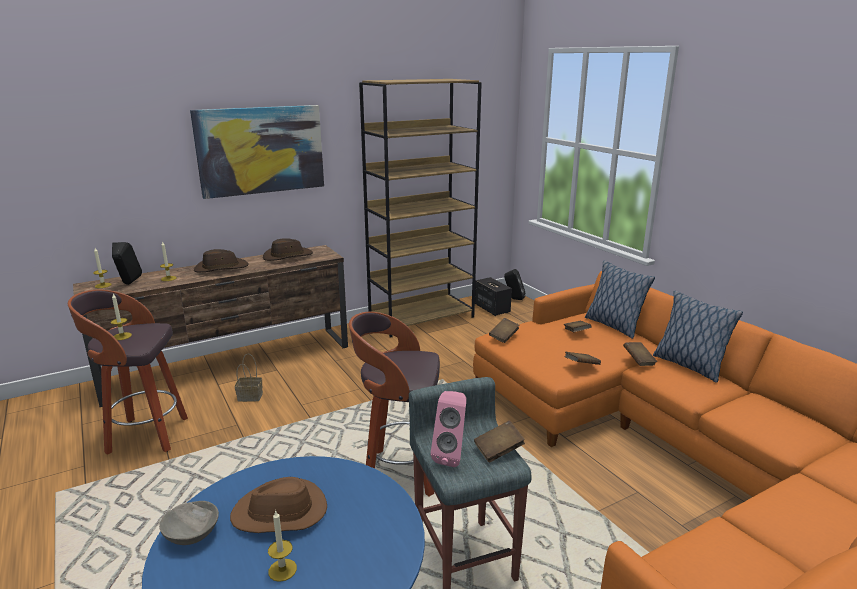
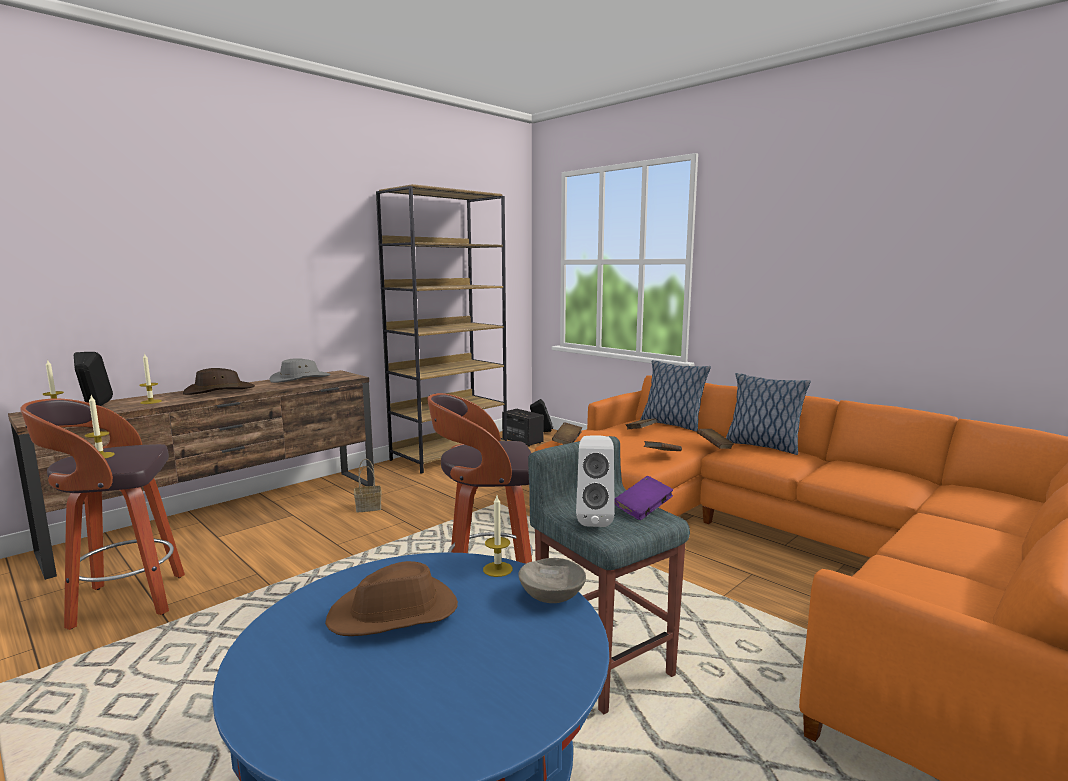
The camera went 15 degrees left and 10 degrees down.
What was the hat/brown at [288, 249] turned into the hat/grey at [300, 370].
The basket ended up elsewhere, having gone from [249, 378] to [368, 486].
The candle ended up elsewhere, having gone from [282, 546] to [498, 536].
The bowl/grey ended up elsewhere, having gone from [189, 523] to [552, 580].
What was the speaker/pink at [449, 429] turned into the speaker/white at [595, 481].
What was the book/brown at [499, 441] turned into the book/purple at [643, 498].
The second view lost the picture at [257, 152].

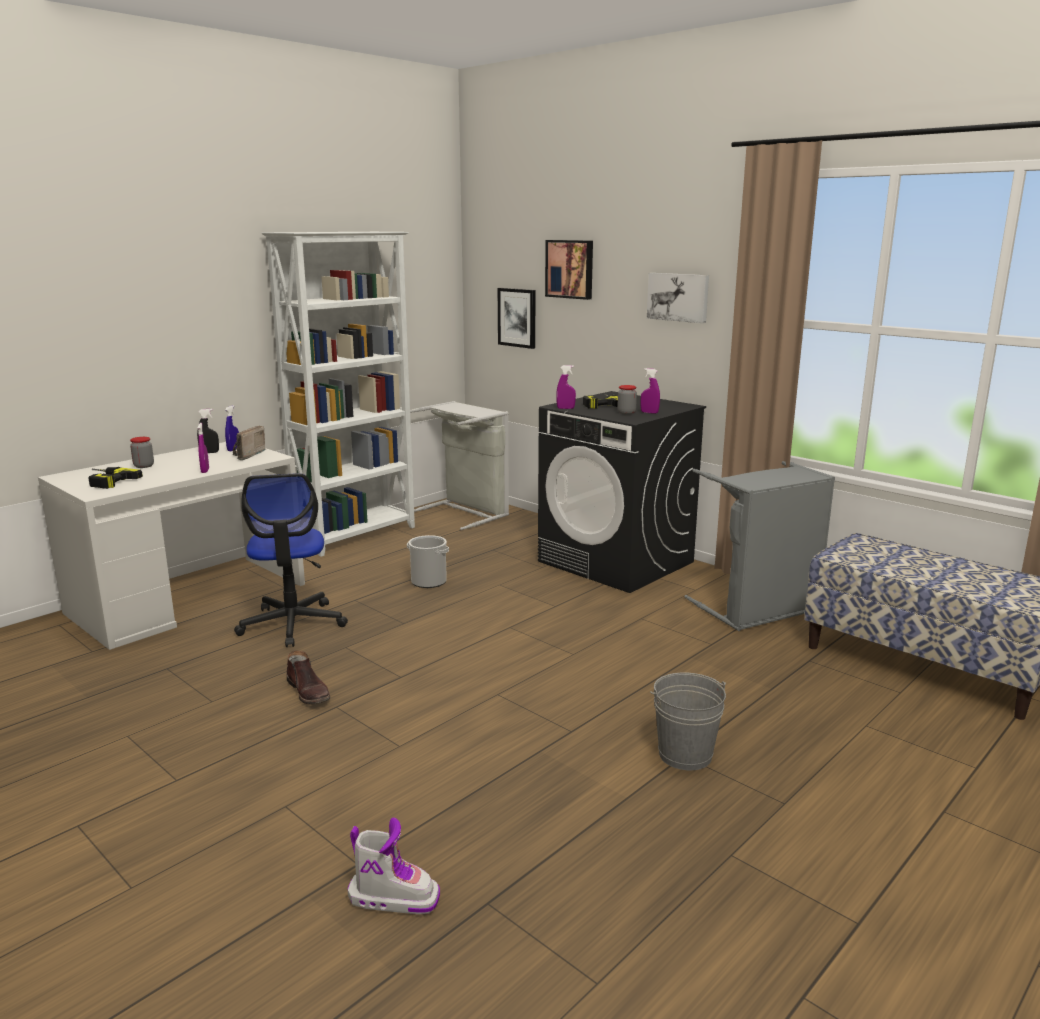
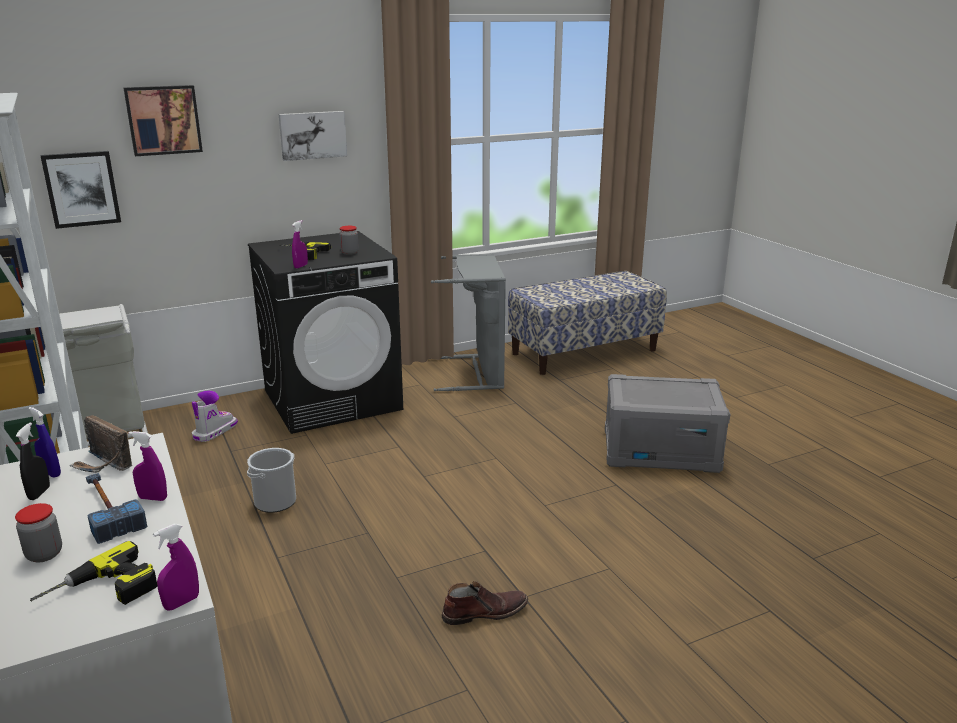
The camera went 70 degrees left and 5 degrees up.
The second view gained the hammer at [116, 508].
The spray bottle/purple ended up elsewhere, having gone from [650, 391] to [176, 567].
The boot ended up elsewhere, having gone from [394, 865] to [215, 416].
Where the bucket/grey stood at [688, 721], the storage box/grey came to stand at [667, 423].
The second view lost the office chair at [291, 560].

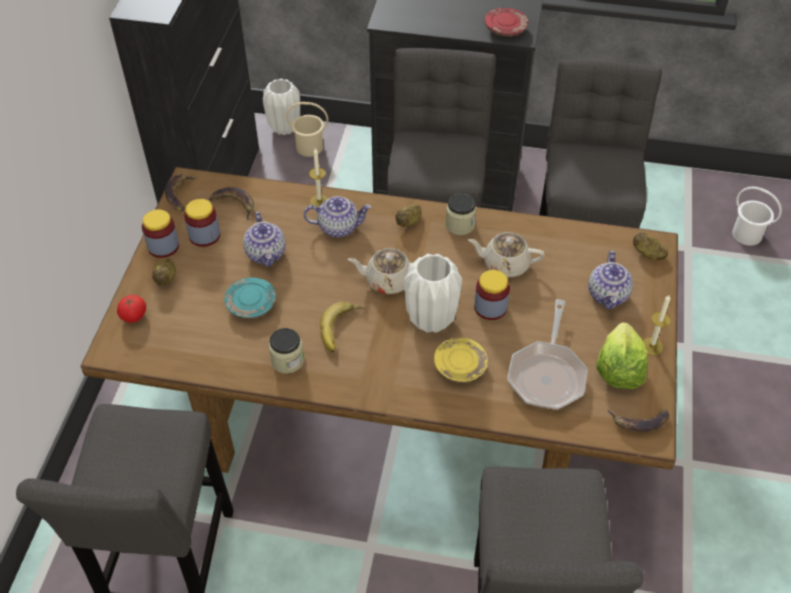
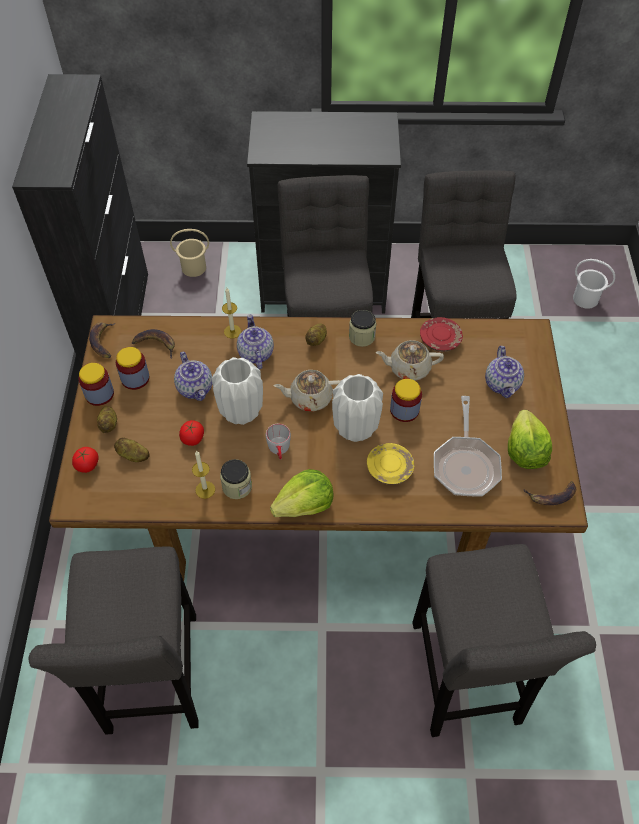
The camera went 10 degrees left and 5 degrees up.
The potato ended up elsewhere, having gone from [650, 246] to [132, 450].
Where the plate/turquoise stood at [250, 298], the tomato came to stand at [191, 433].
The candle ended up elsewhere, having gone from [657, 324] to [203, 475].
The vase/white ended up elsewhere, having gone from [281, 107] to [237, 391].
The teapot at [337, 217] ended up facing another way, 90 degrees counterclockwise from before.
Where the banana stood at [342, 327], the mug/grey came to stand at [278, 442].
The second view gained the lettuce at [301, 493].
The plate/red ended up elsewhere, having gone from [506, 22] to [441, 334].

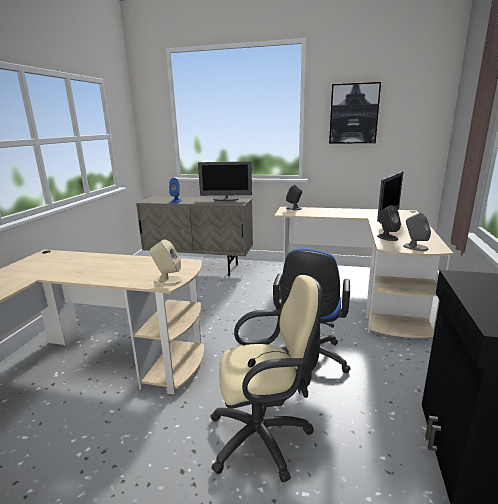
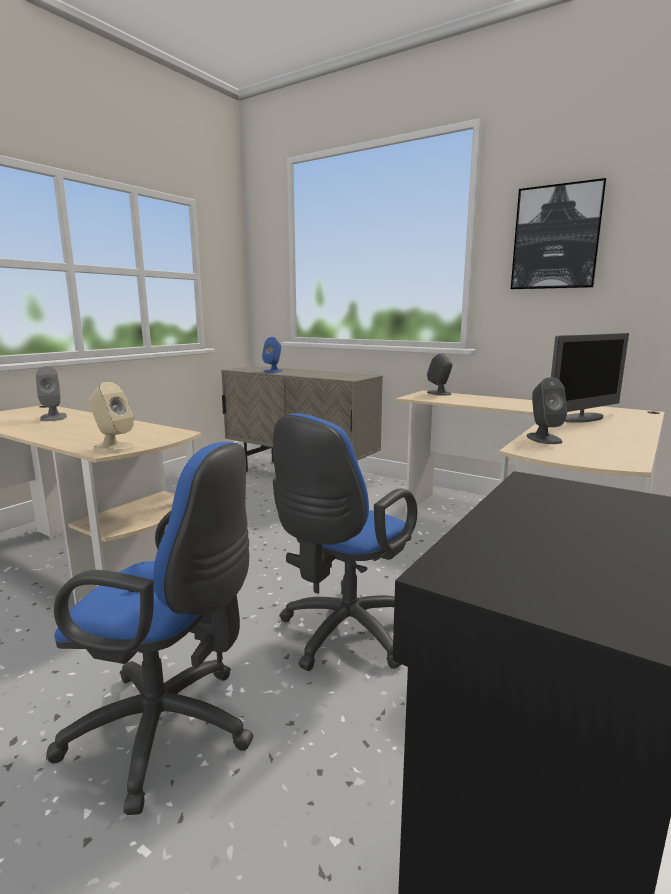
The camera went 20 degrees right and 5 degrees down.
The speaker/grey ended up elsewhere, having gone from [417, 232] to [51, 393].
What was the office chair/beige at [266, 378] turned into the office chair/blue at [150, 628].
The second view lost the monitor at [225, 181].

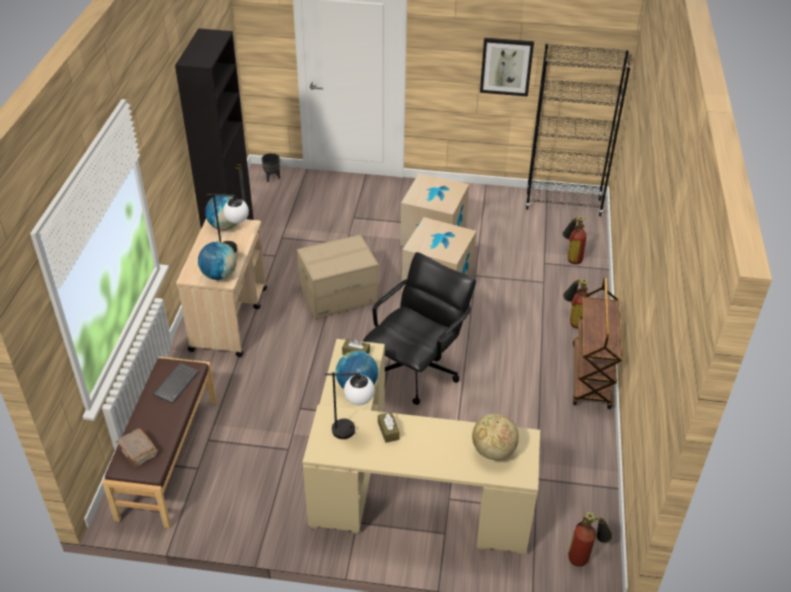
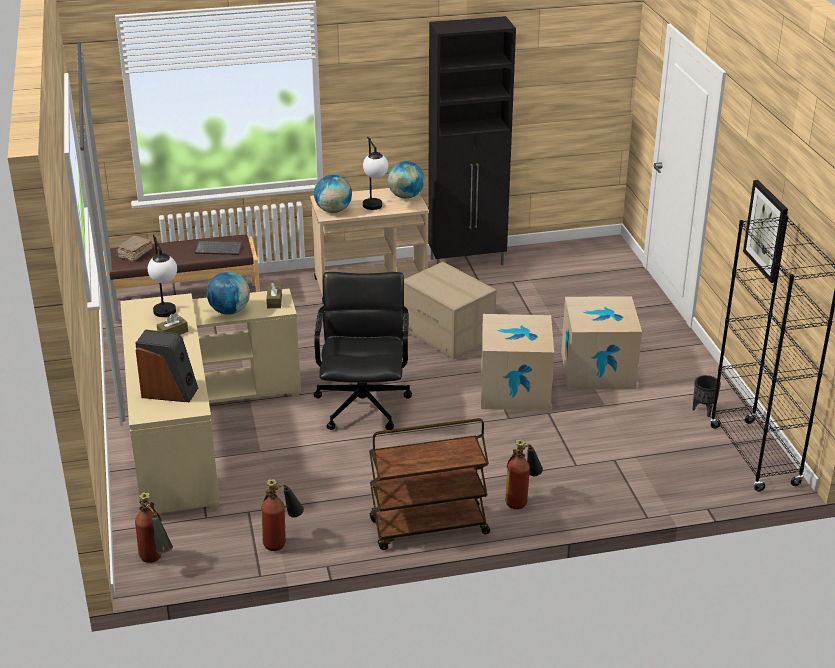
The camera went 70 degrees right and 10 degrees down.
Where the globe stood at [495, 436], the speaker came to stand at [166, 366].
The fire extinguisher ended up elsewhere, having gone from [574, 240] to [282, 515].
The office chair/black at [419, 328] ended up facing another way, 105 degrees counterclockwise from before.
The planter/black ended up elsewhere, having gone from [271, 167] to [707, 396].

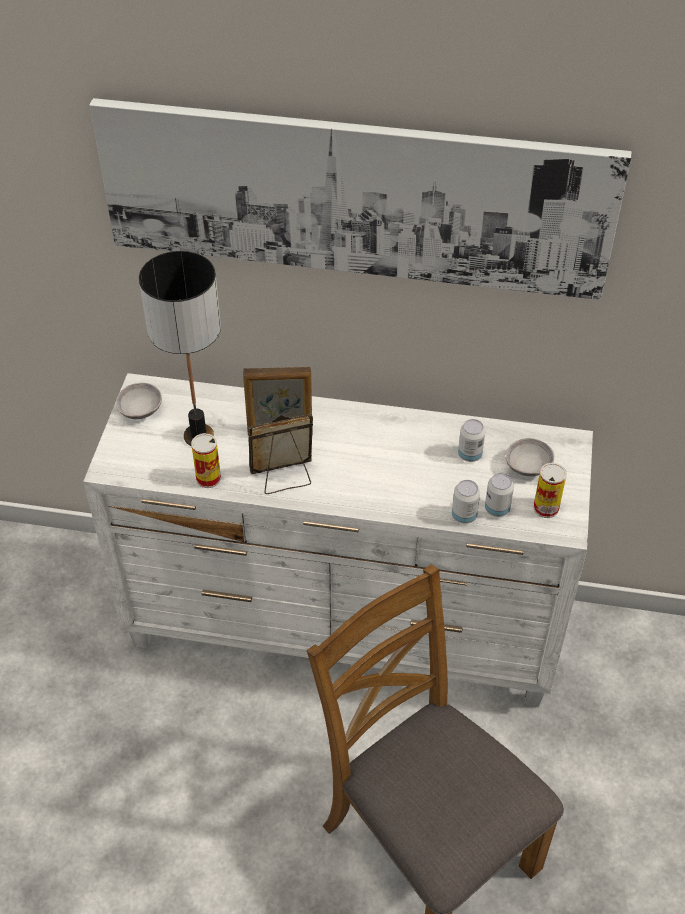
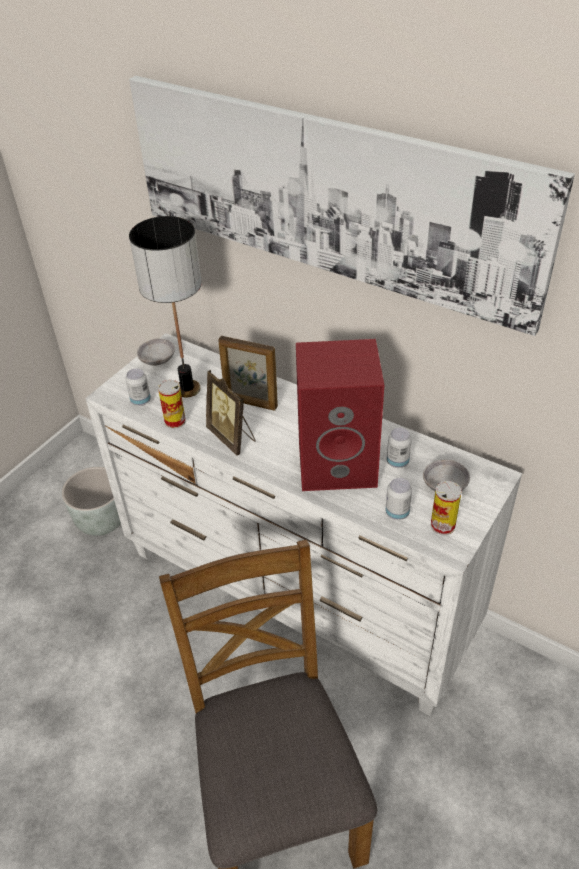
The camera went 25 degrees right and 5 degrees down.
The second view gained the planter/grey at [91, 501].
The can ended up elsewhere, having gone from [466, 502] to [138, 387].
The picture frame at [280, 454] ended up facing another way, 135 degrees counterclockwise from before.
The second view gained the speaker/red at [340, 415].

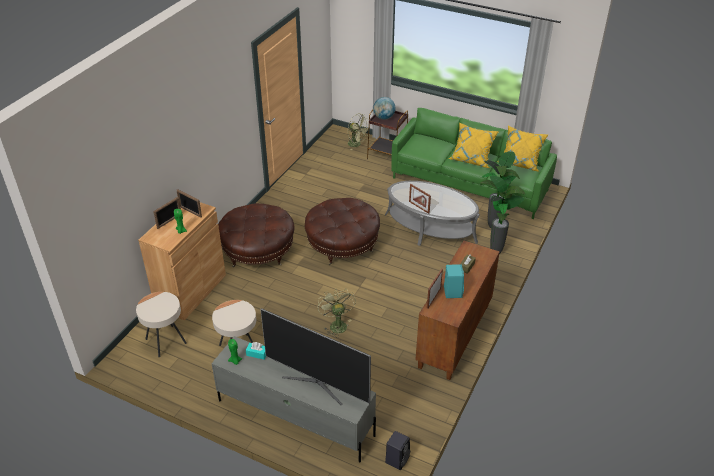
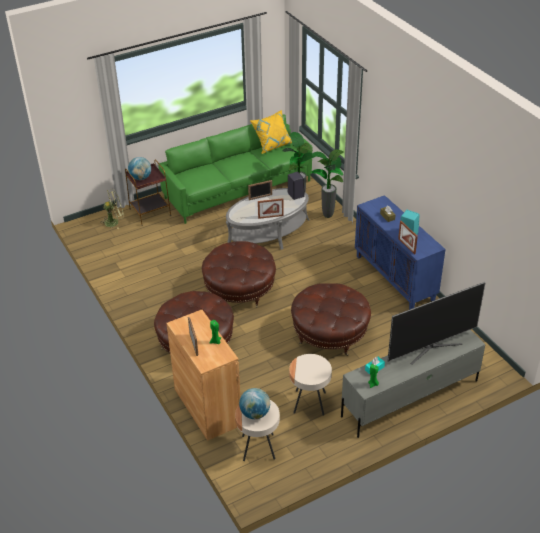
The camera went 55 degrees left and 0 degrees up.
The second view gained the globe at [254, 403].
The picture frame ended up elsewhere, having gone from [189, 203] to [260, 190].
The speaker/black ended up elsewhere, having gone from [397, 450] to [296, 186].
Where the fan/green stood at [337, 313], the ottoman/brown came to stand at [331, 319].
What was the cabinet/brown at [457, 310] turned into the cabinet/blue at [400, 252].
The second view lost the pillow/yellow at [473, 145].

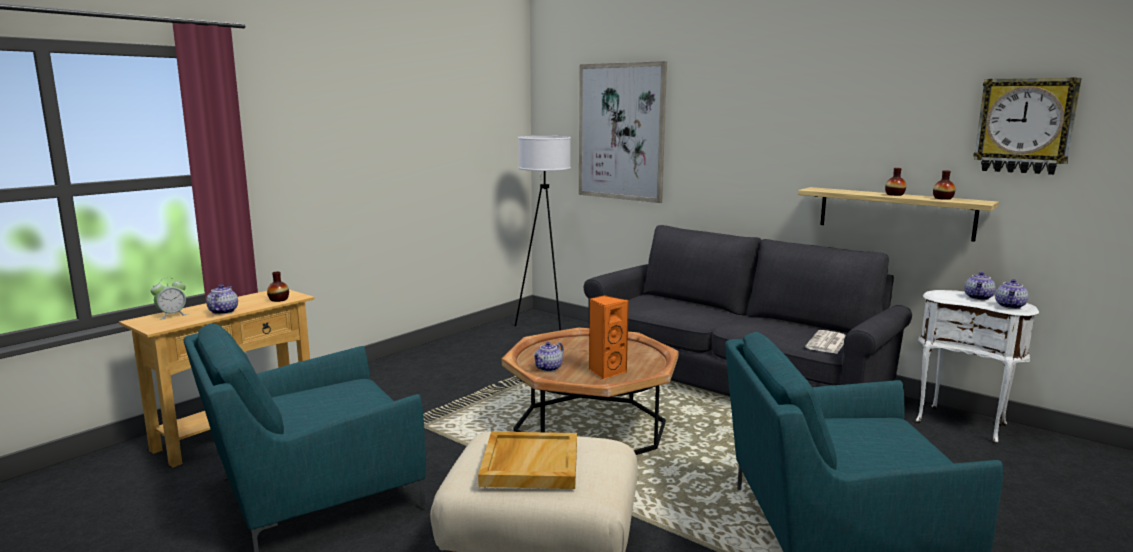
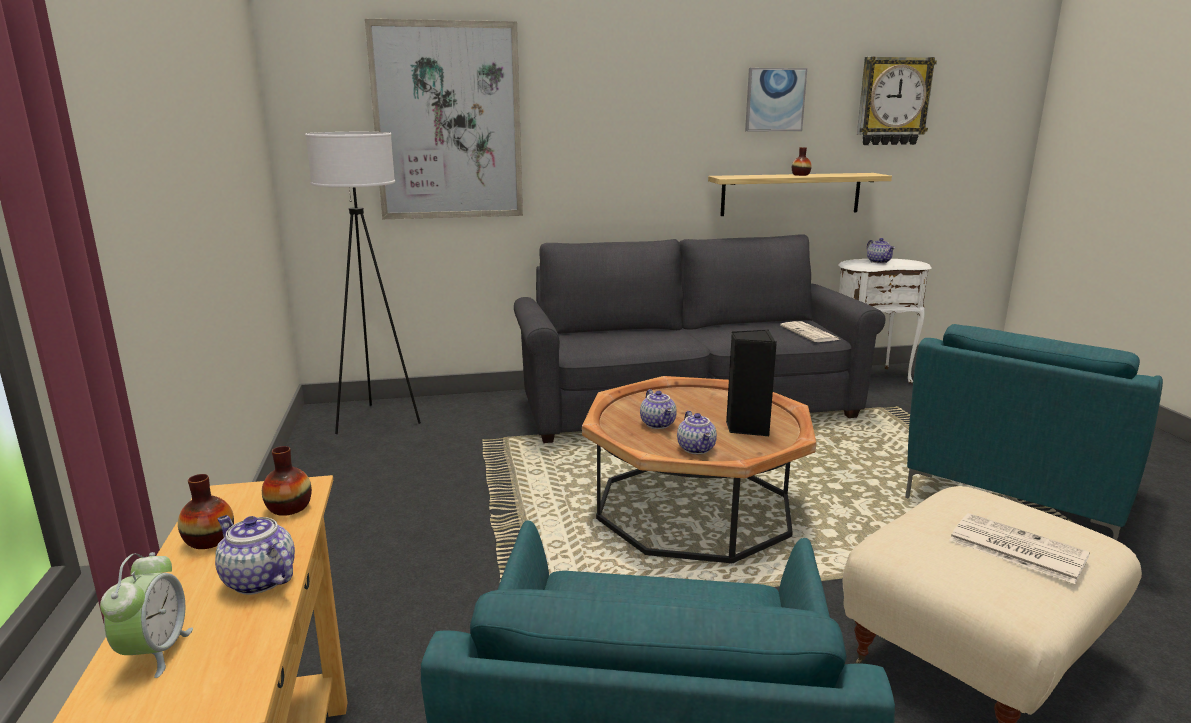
The camera went 50 degrees left and 5 degrees up.
The vase ended up elsewhere, having gone from [944, 185] to [206, 511].
The teapot ended up elsewhere, having gone from [1011, 294] to [658, 409].
What was the speaker/orange at [609, 337] turned into the speaker/black at [751, 383].
The second view gained the picture at [776, 100].
Where the tray/beige stood at [527, 460], the newspaper came to stand at [1019, 548].

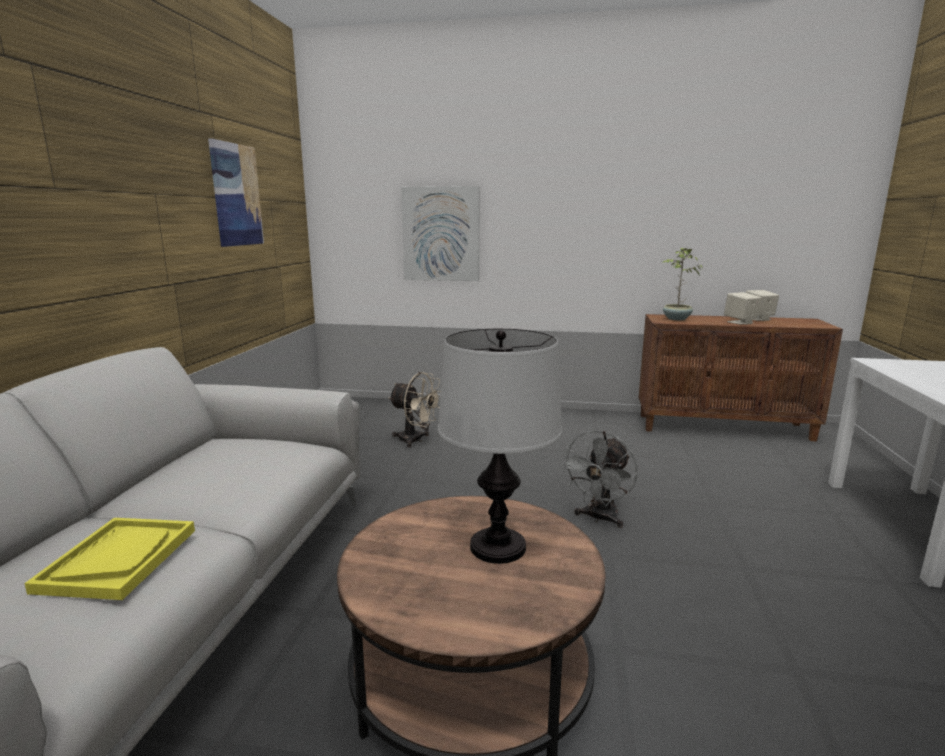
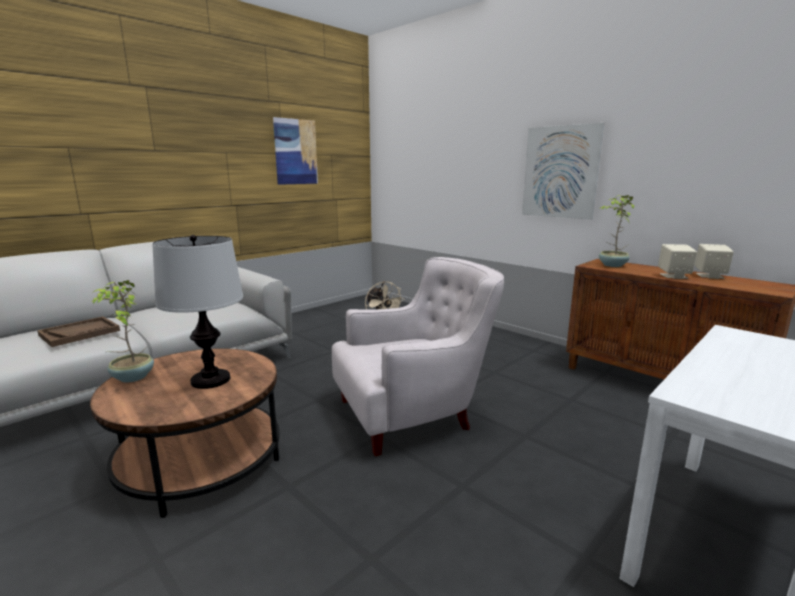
The camera went 35 degrees right and 0 degrees up.
What was the tray/yellow at [109, 559] turned into the tray/brown at [78, 331].
The second view gained the potted plant at [122, 331].
Where the fan/grey stood at [598, 479], the armchair/white came to stand at [418, 356].
The picture ended up elsewhere, having gone from [440, 233] to [563, 171].

